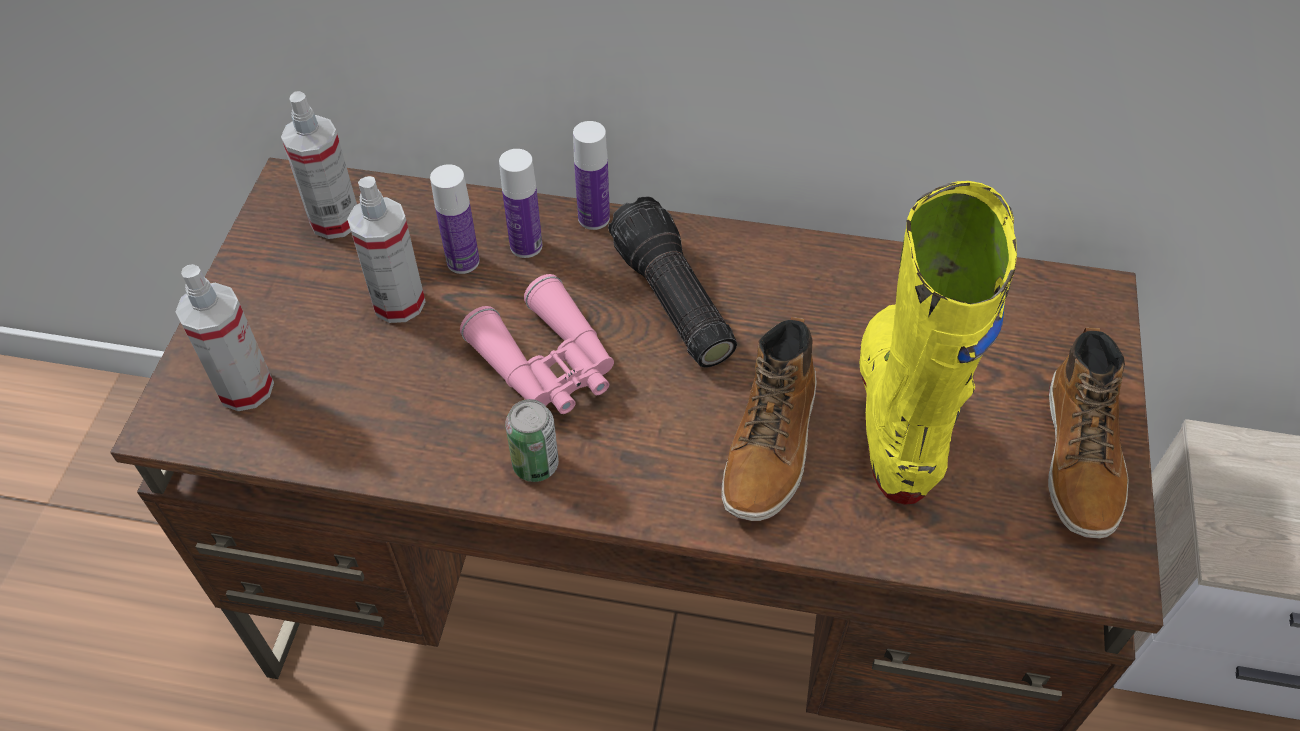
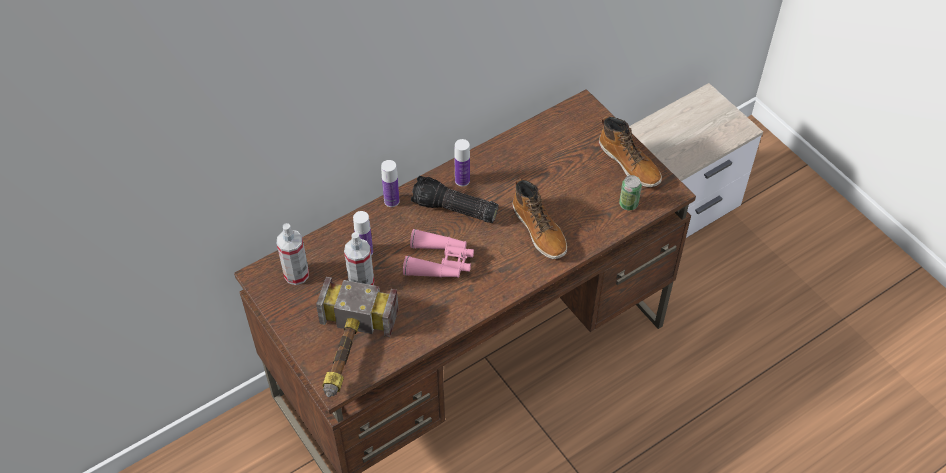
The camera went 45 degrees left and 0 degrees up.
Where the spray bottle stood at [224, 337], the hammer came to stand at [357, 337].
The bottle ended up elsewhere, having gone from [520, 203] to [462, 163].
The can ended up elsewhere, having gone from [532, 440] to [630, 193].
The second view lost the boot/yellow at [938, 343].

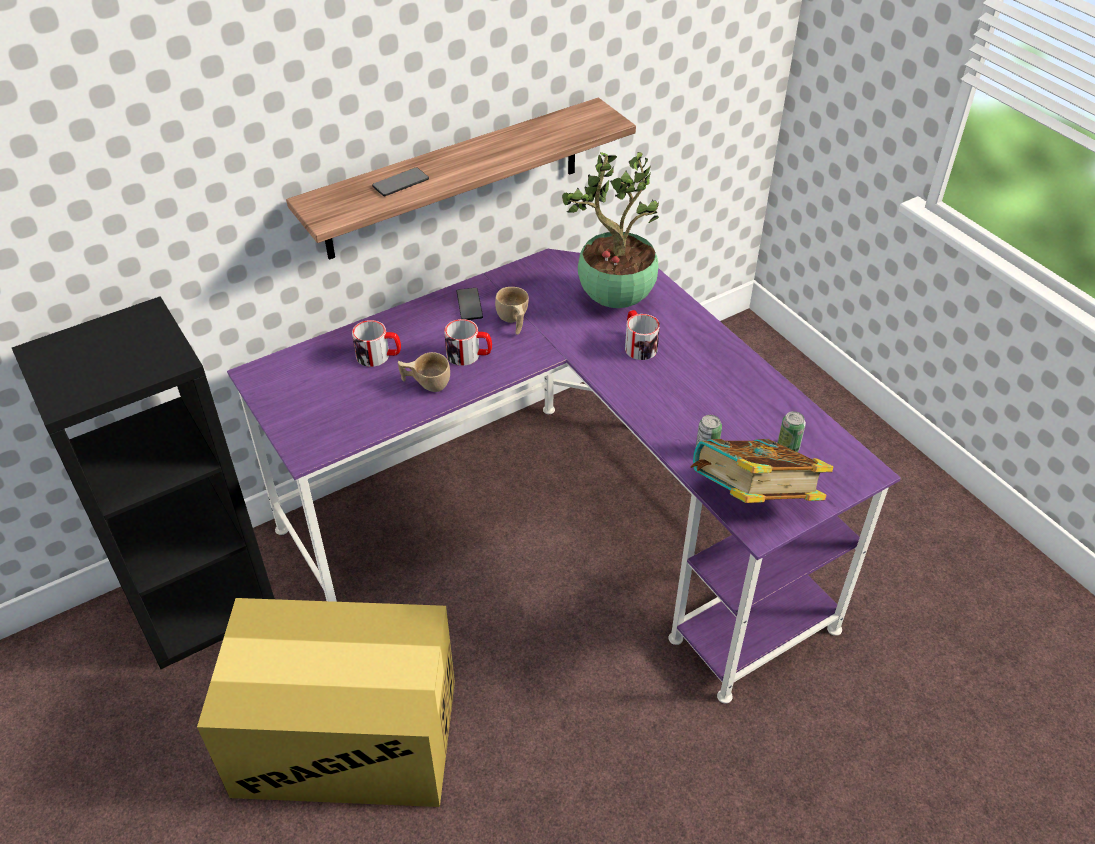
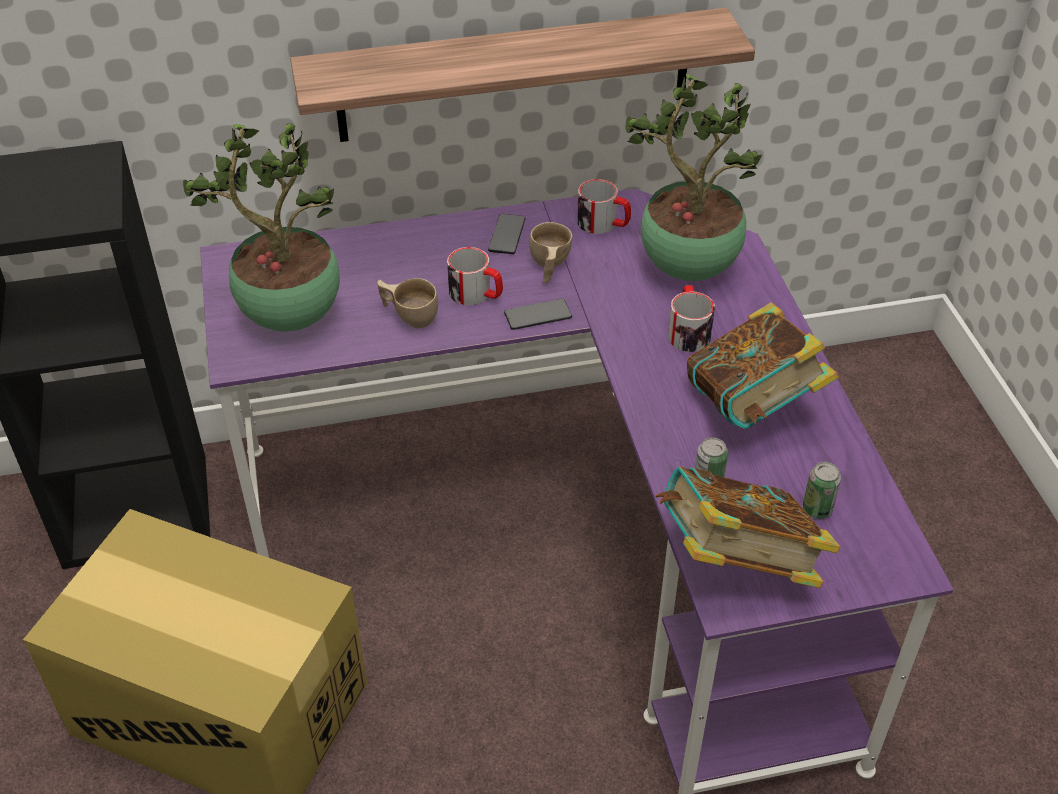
The camera went 20 degrees right and 0 degrees up.
The second view gained the potted plant at [261, 227].
The phone ended up elsewhere, having gone from [400, 181] to [538, 314].
The mug ended up elsewhere, having gone from [376, 343] to [604, 206].
The second view gained the book at [763, 365].

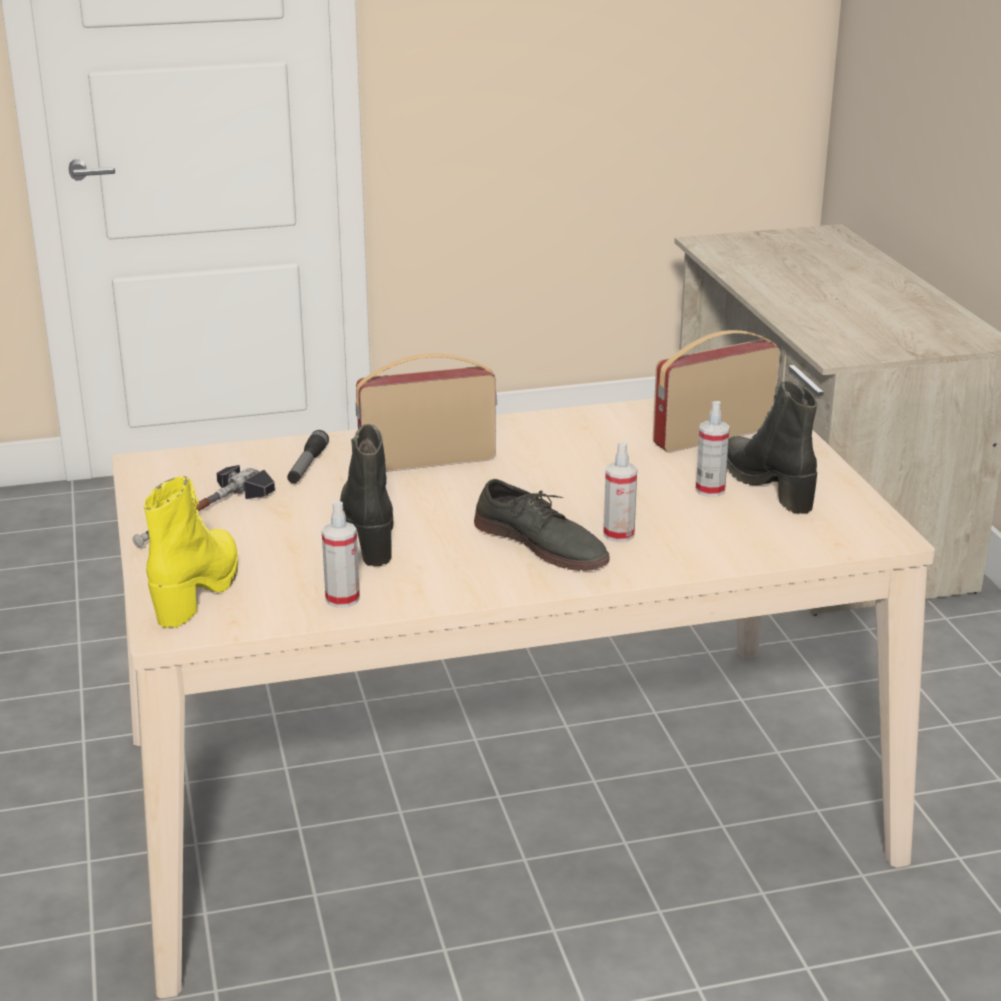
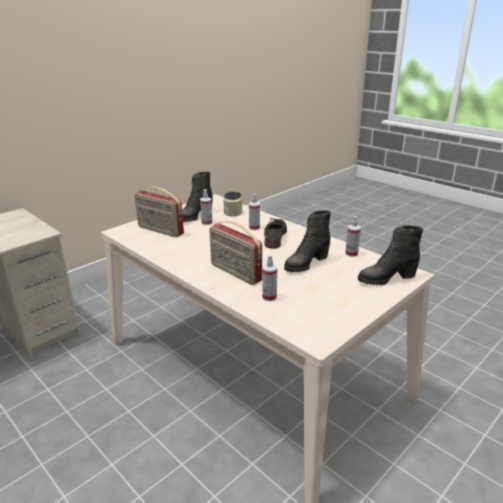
The camera went 120 degrees left and 0 degrees up.
The second view gained the jar at [233, 203].
Where the flashlight stood at [308, 456], the spray bottle came to stand at [269, 278].
What was the boot/yellow at [191, 552] turned into the boot/black at [390, 255].
The second view lost the hammer at [204, 506].

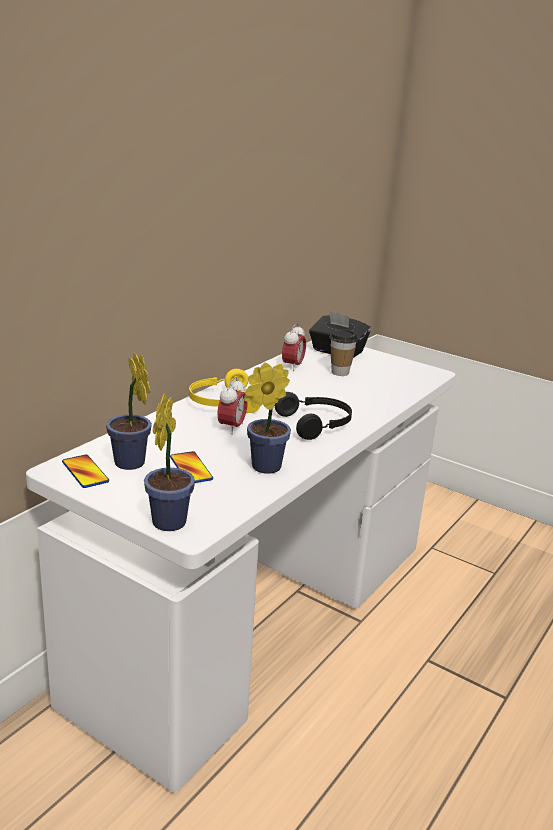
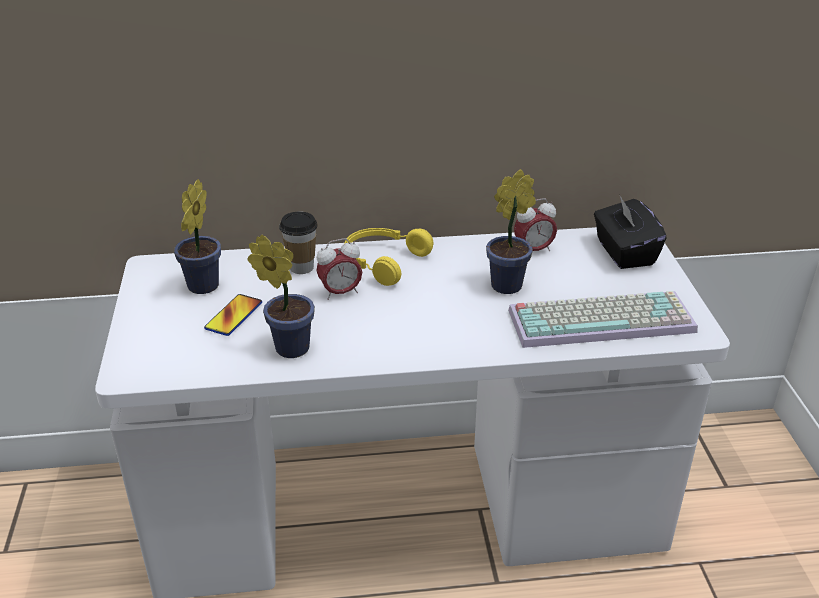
The camera went 50 degrees right and 10 degrees up.
The cup ended up elsewhere, having gone from [344, 352] to [298, 242].
The potted plant ended up elsewhere, having gone from [169, 462] to [511, 231].
The second view gained the keyboard at [603, 319].
The second view lost the phone at [85, 471].
The second view lost the headphones/black at [313, 416].

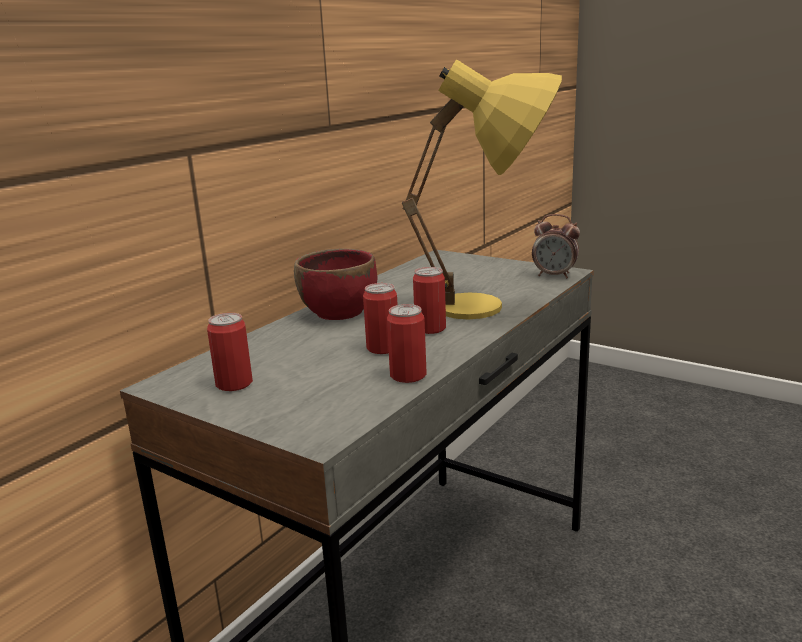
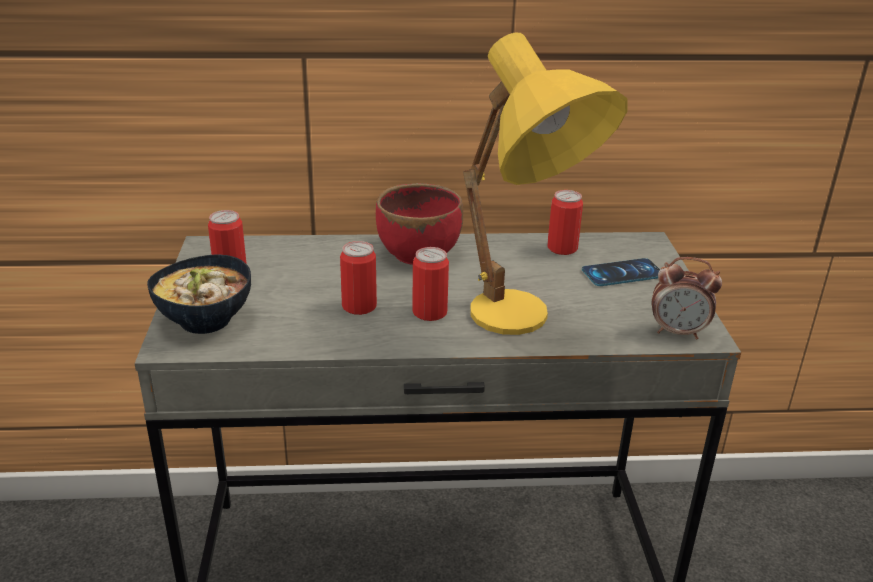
The camera went 50 degrees right and 10 degrees up.
The second view gained the bowl at [199, 294].
The can ended up elsewhere, having gone from [407, 343] to [565, 222].
The second view gained the phone at [621, 272].
The alarm clock at [556, 246] ended up facing another way, 60 degrees counterclockwise from before.

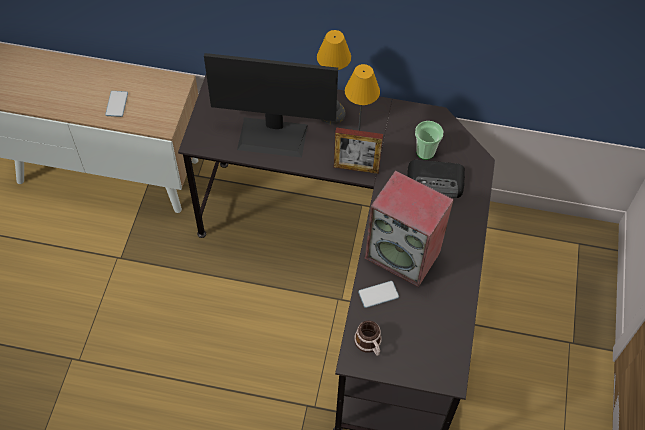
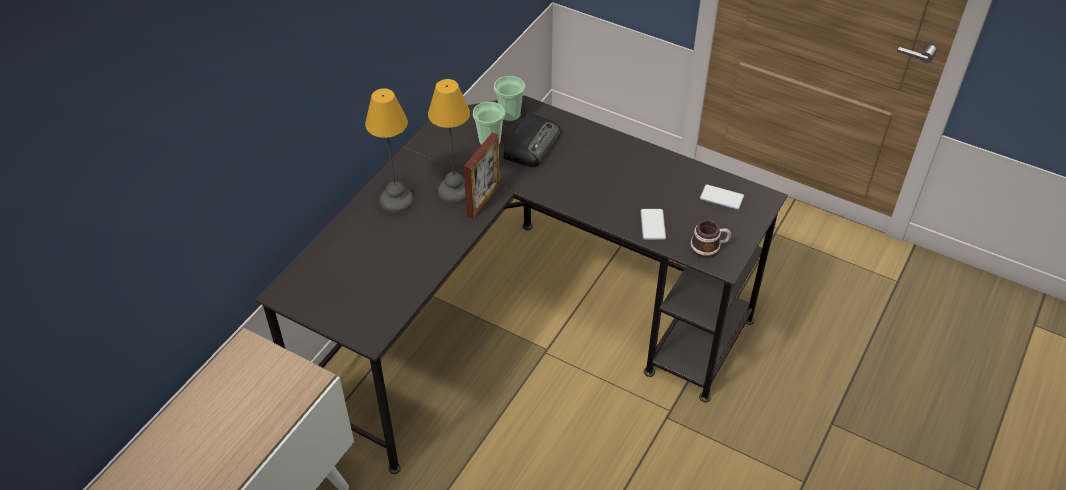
The camera went 70 degrees left and 10 degrees down.
The second view gained the cup at [509, 99].
The phone ended up elsewhere, having gone from [116, 104] to [722, 197].
The second view lost the monitor at [271, 105].
The second view lost the speaker at [409, 228].

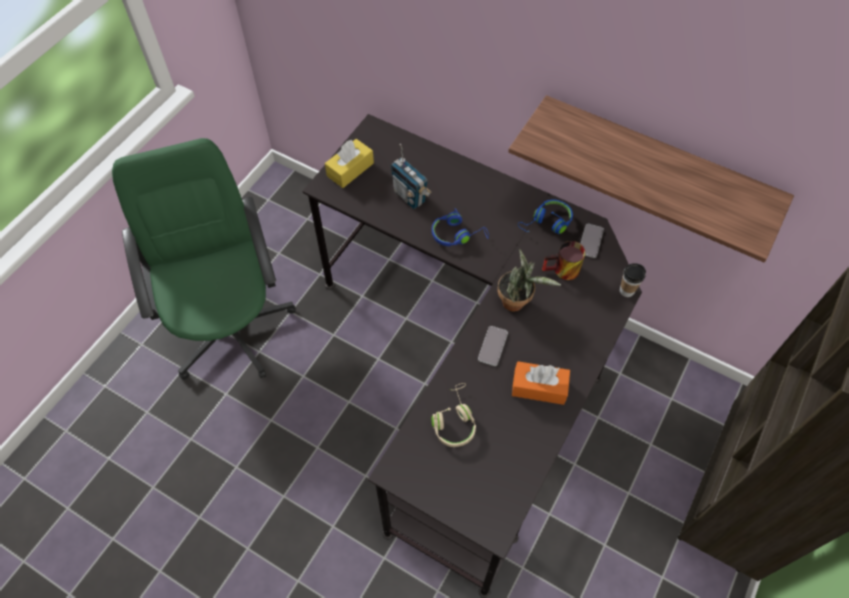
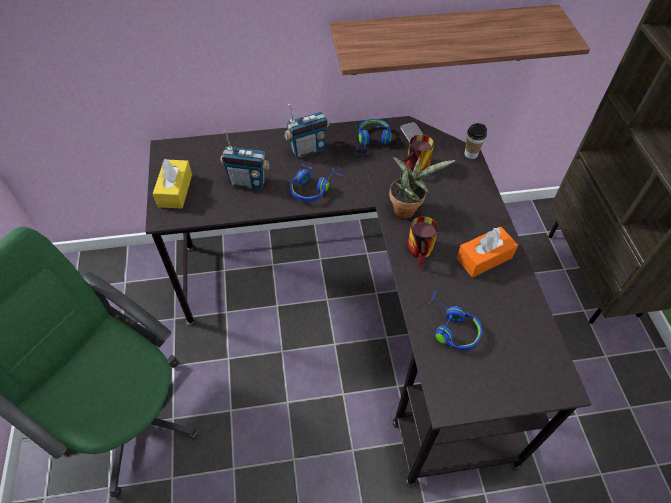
The camera went 40 degrees left and 5 degrees down.
The second view gained the radio at [307, 131].
Where the phone stood at [493, 346], the mug came to stand at [422, 241].
What was the headphones/beige at [454, 415] turned into the headphones/blue at [455, 320].

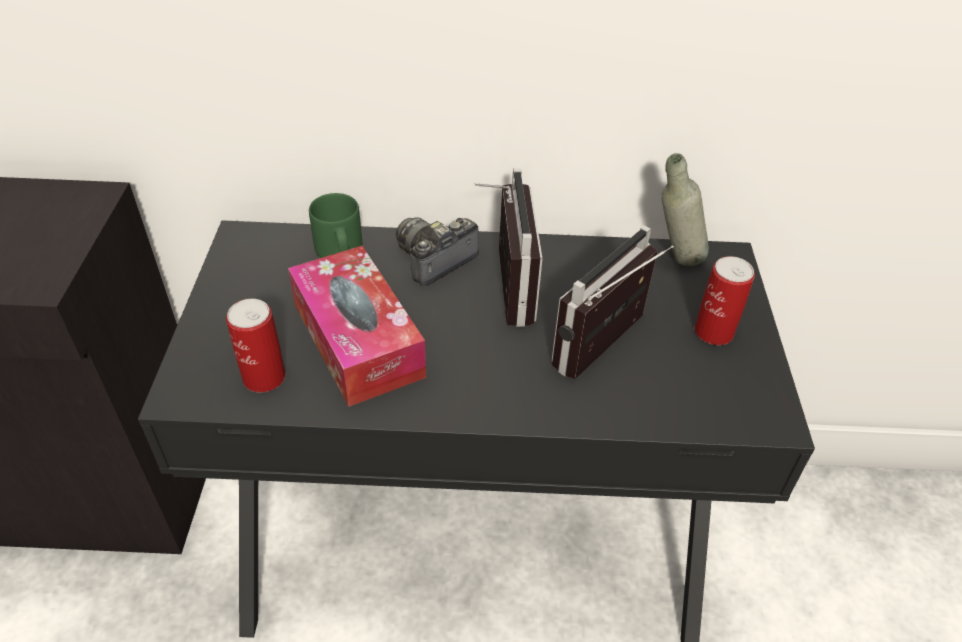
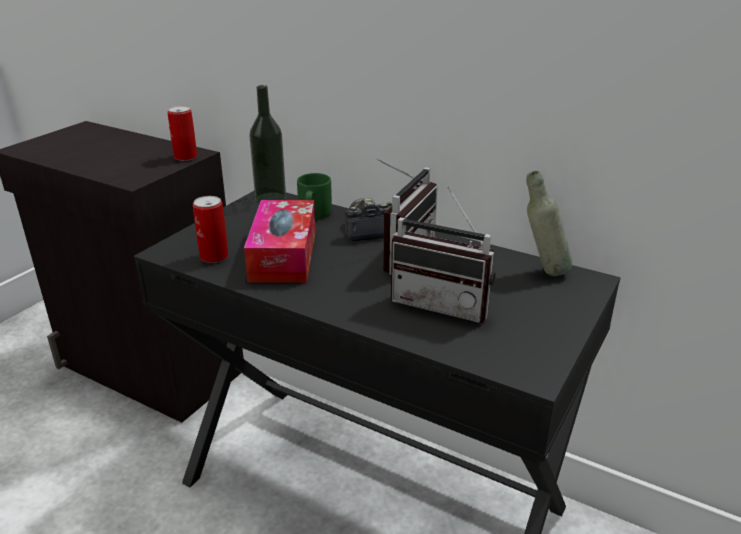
The camera went 30 degrees right and 15 degrees down.
The can ended up elsewhere, having gone from [725, 300] to [182, 133].
The second view gained the bottle at [267, 144].
The radio at [613, 302] ended up facing another way, 135 degrees counterclockwise from before.

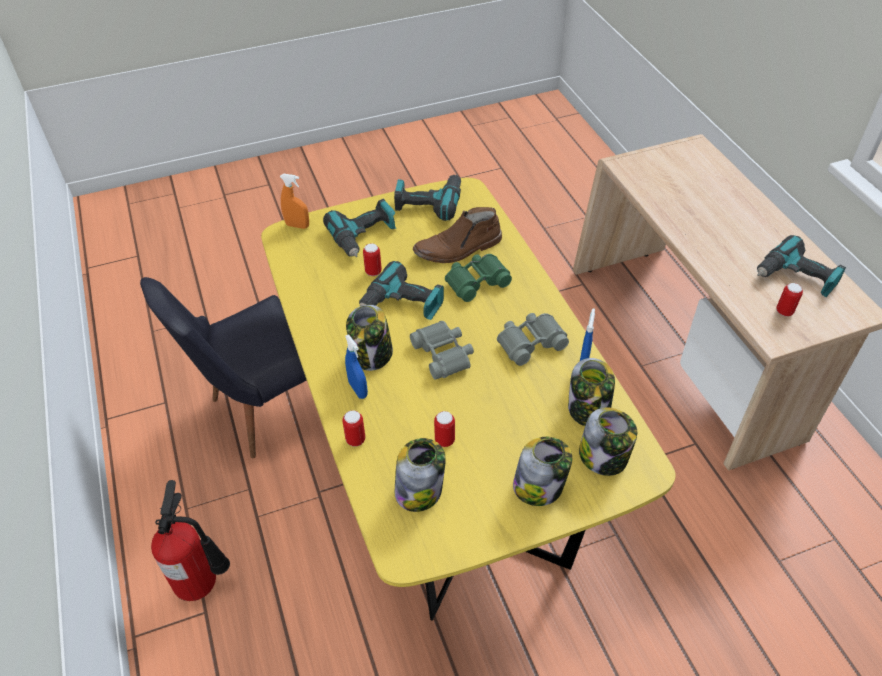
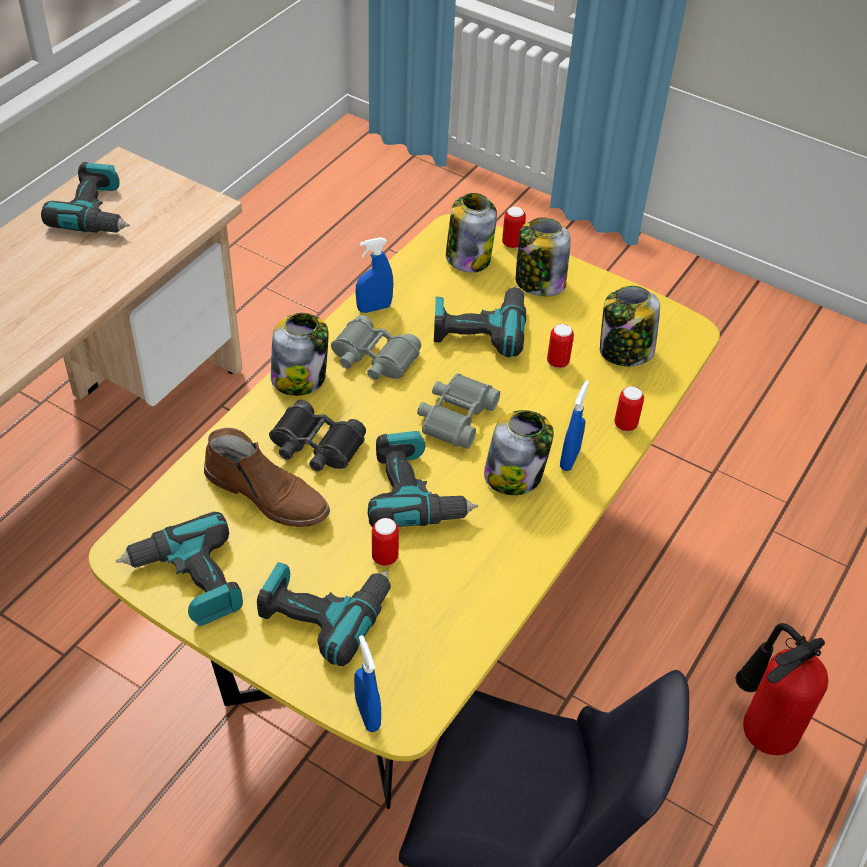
The camera went 130 degrees left and 0 degrees up.
What was the binoculars/green at [478, 278] turned into the binoculars/black at [317, 436].
The jar ended up elsewhere, having gone from [591, 392] to [300, 354].
What was the spray bottle/orange at [294, 201] turned into the spray bottle/blue at [367, 683].
The second view gained the power drill at [480, 321].
The can ended up elsewhere, having gone from [789, 300] to [514, 227].

